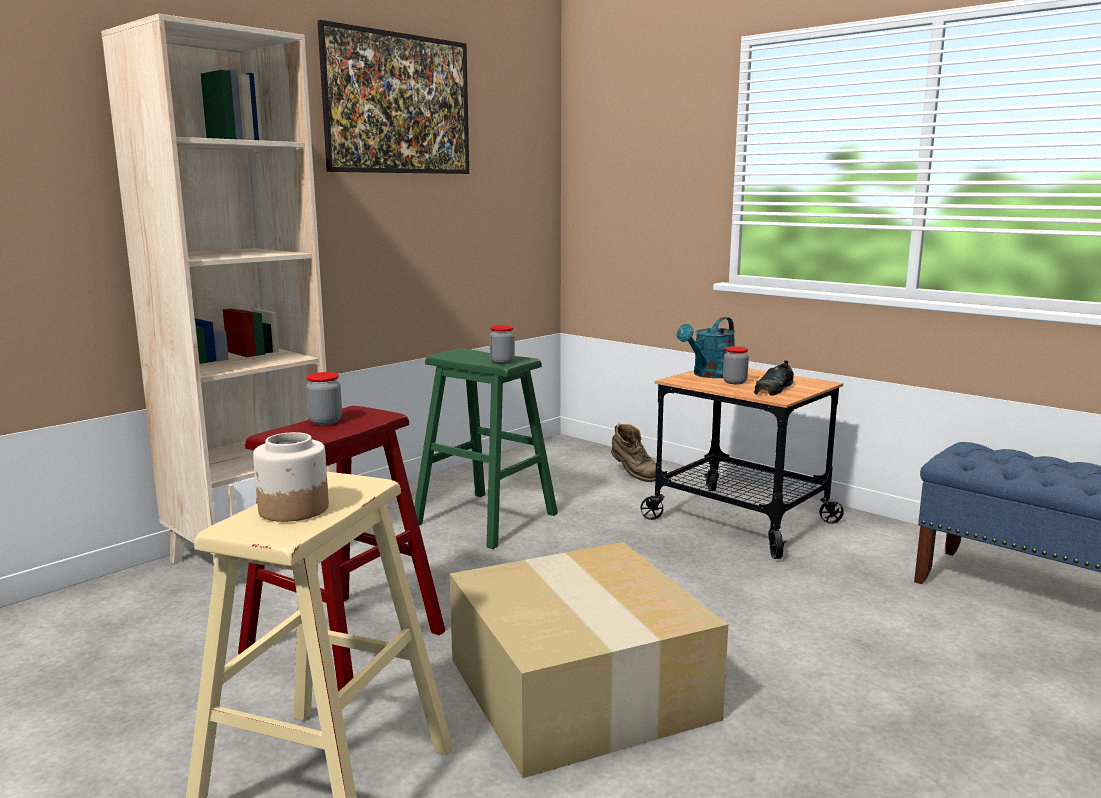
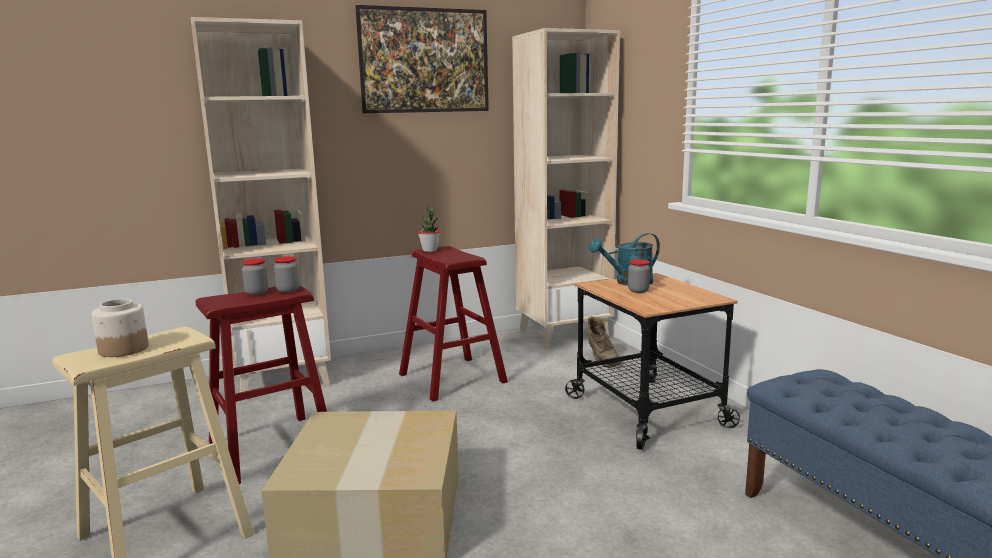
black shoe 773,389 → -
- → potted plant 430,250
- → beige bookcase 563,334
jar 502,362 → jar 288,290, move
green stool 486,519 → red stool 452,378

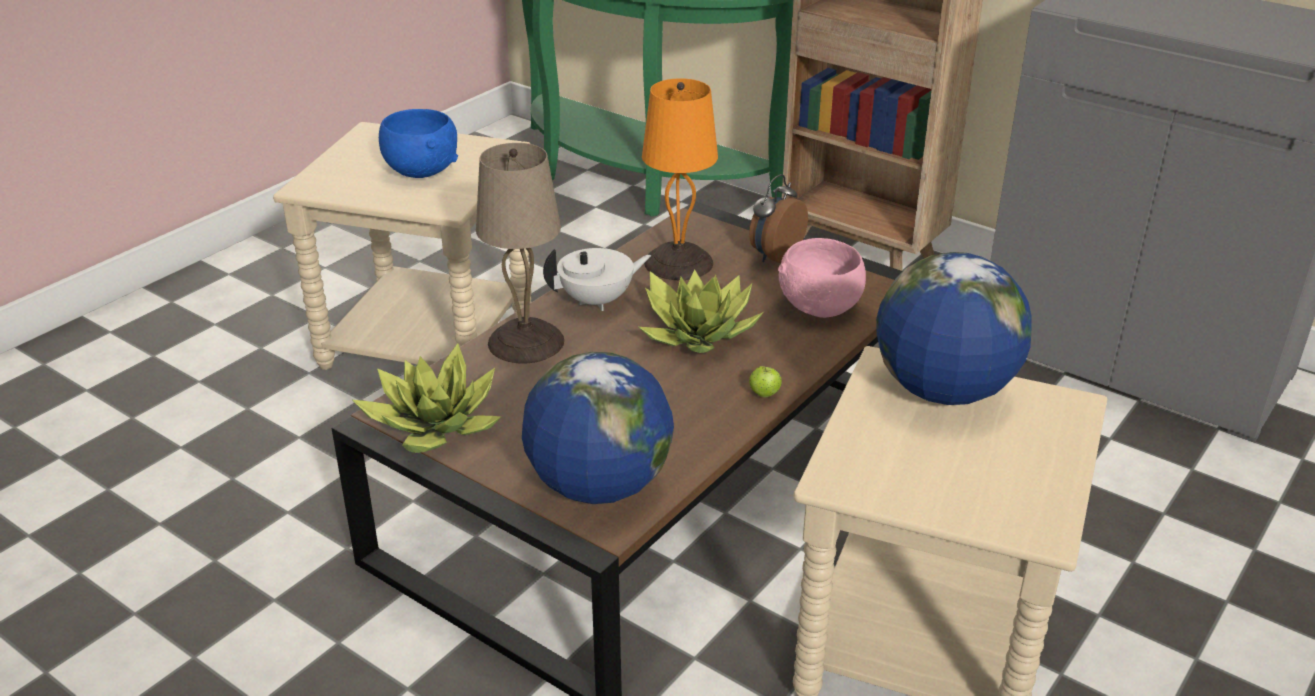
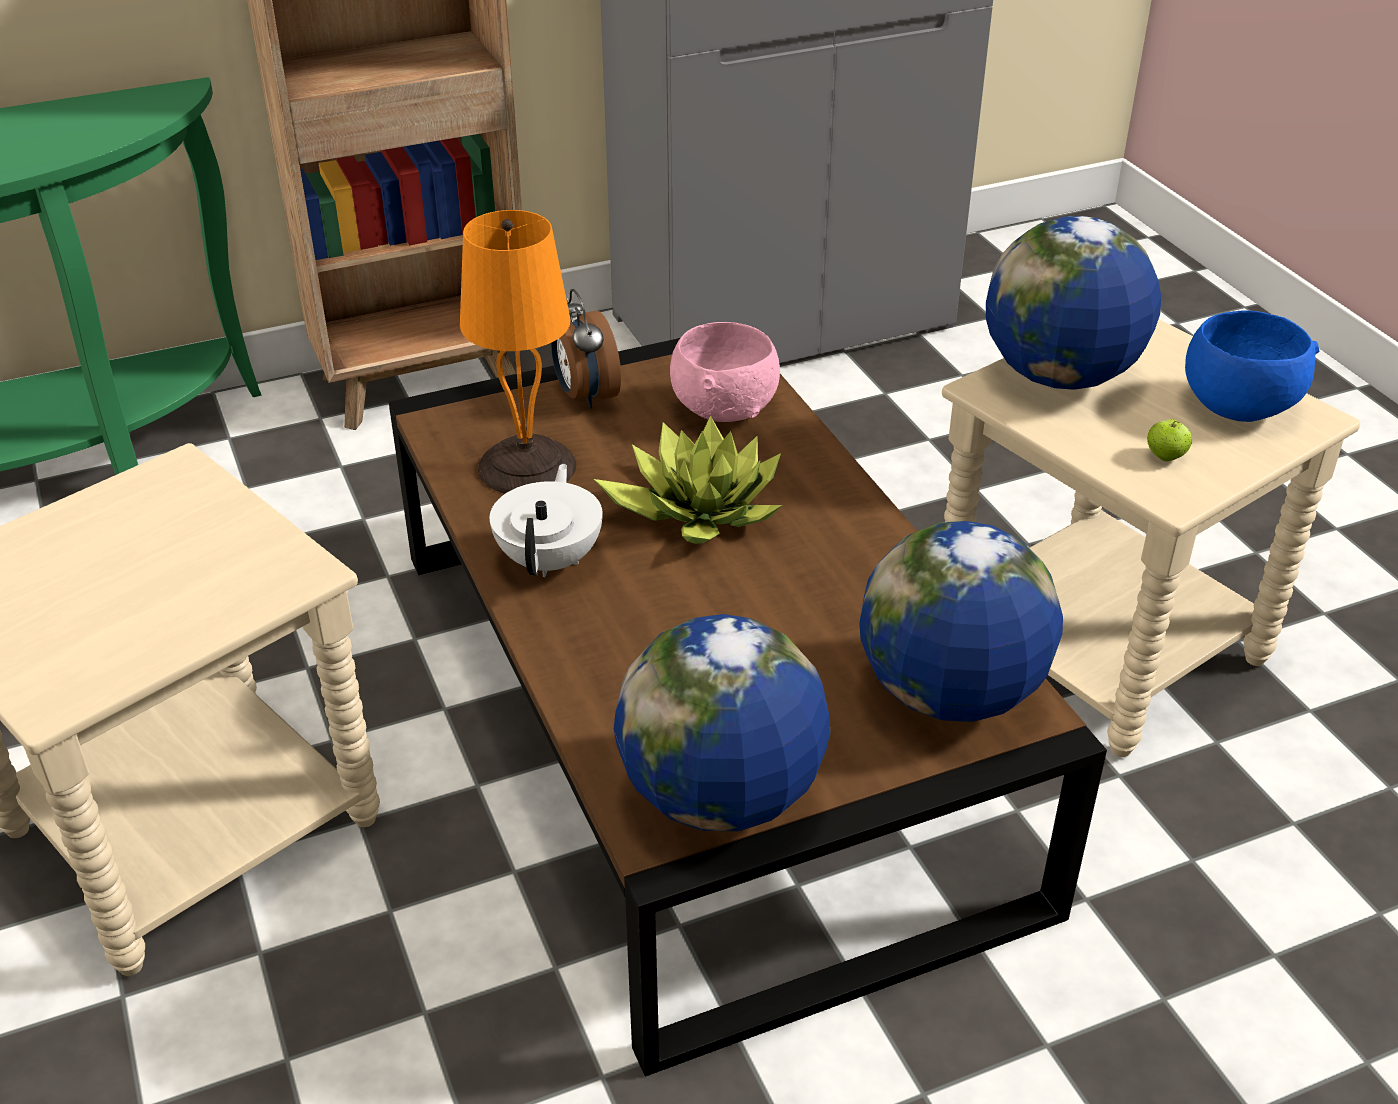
beige table lamp 526,341 → -
blue bowl 421,171 → blue bowl 1235,407, move
apple 764,394 → apple 1165,457, move
potted plant 434,426 → globe 721,797

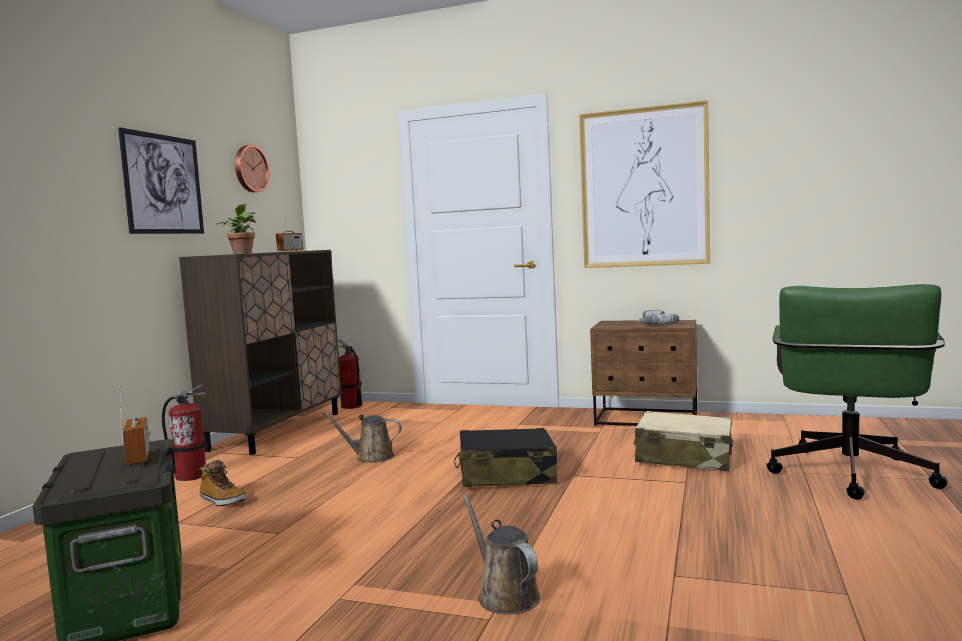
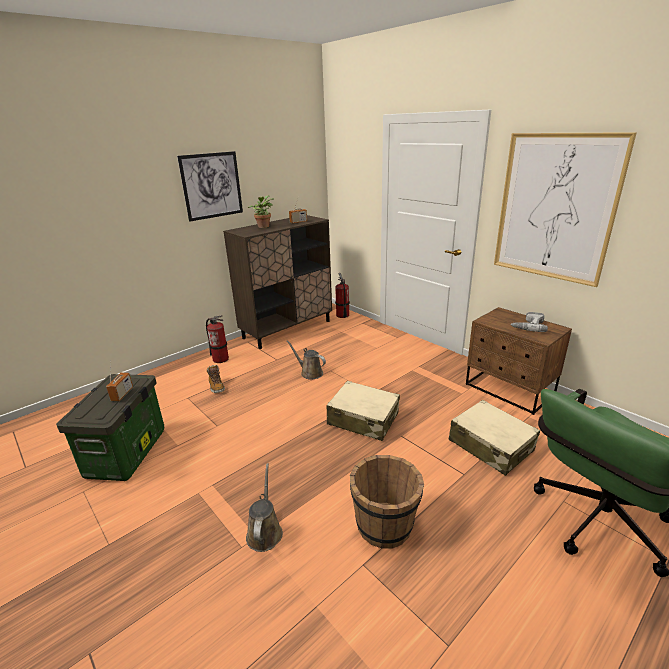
wall clock 250,169 → -
- → brown bucket 385,525
black suitcase 506,475 → beige suitcase 363,419

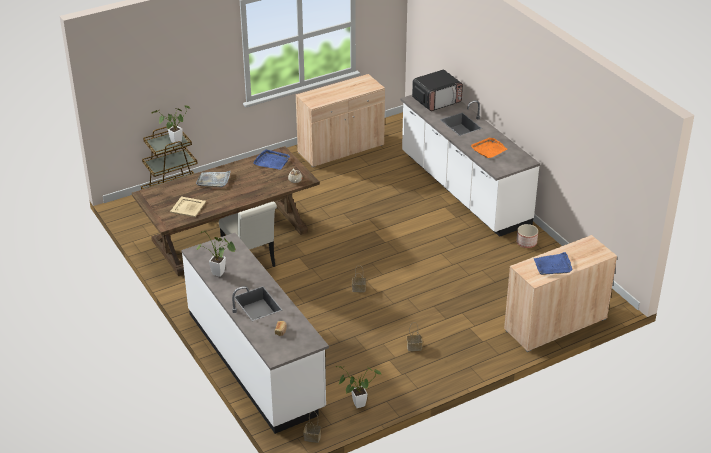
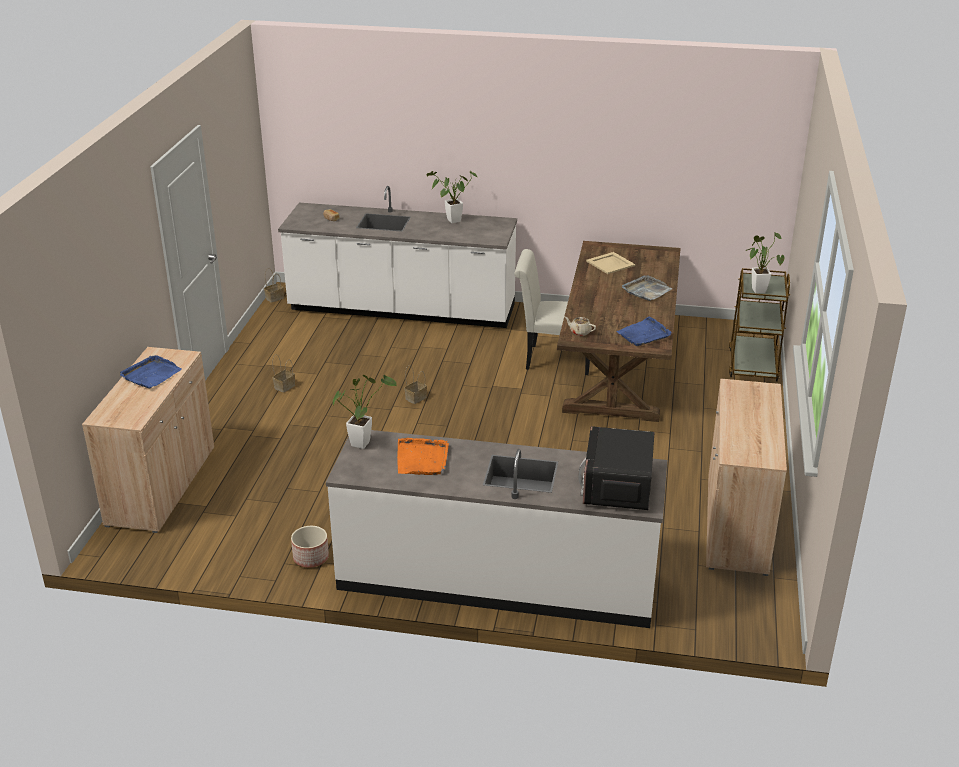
potted plant 356,405 → potted plant 362,442, move

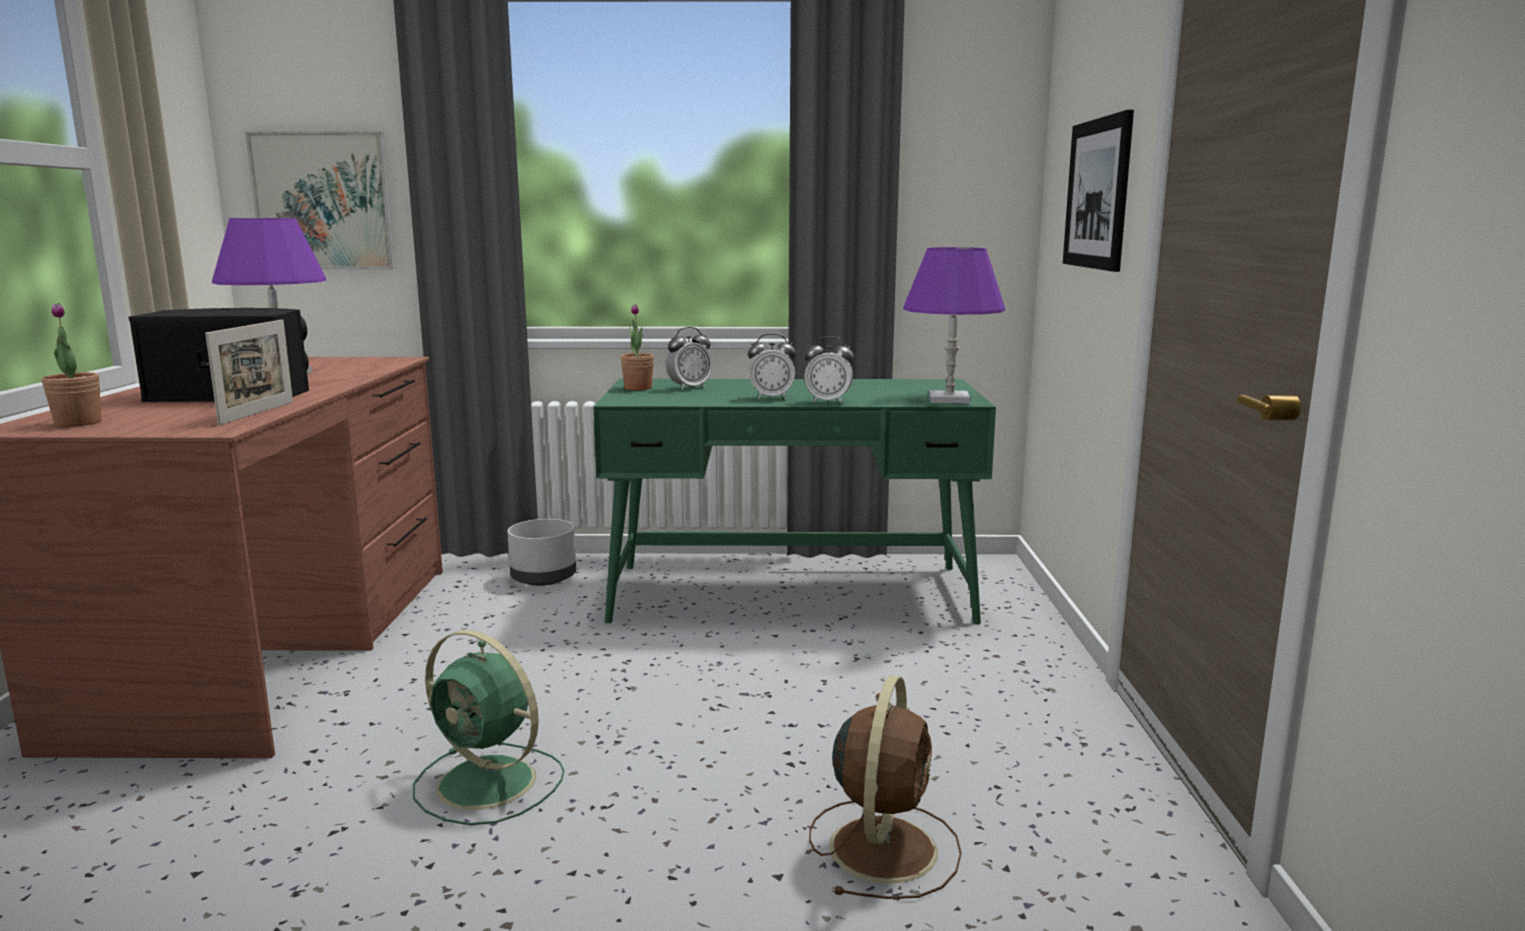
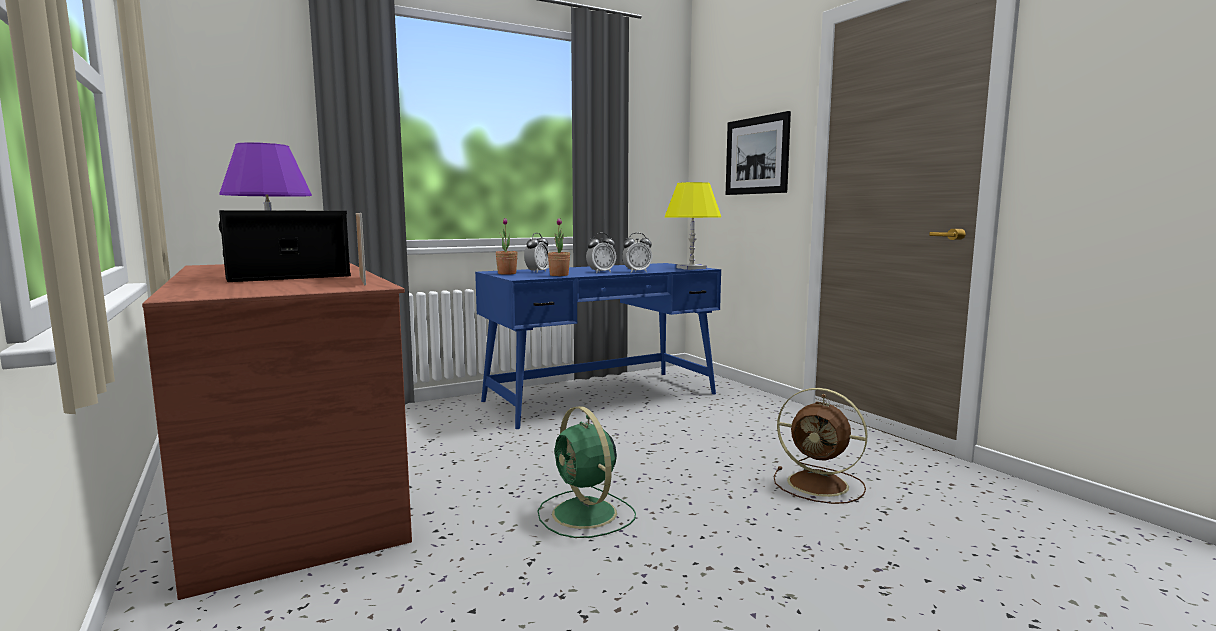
picture 323,201 → -
grey planter 544,578 → -
potted plant 78,423 → potted plant 559,275, move
green desk 791,593 → blue desk 601,397
purple table lamp 949,400 → yellow table lamp 691,268
green fan 490,784 → green fan 586,514, 60 degrees clockwise
brown fan 884,846 → brown fan 820,484, 135 degrees clockwise

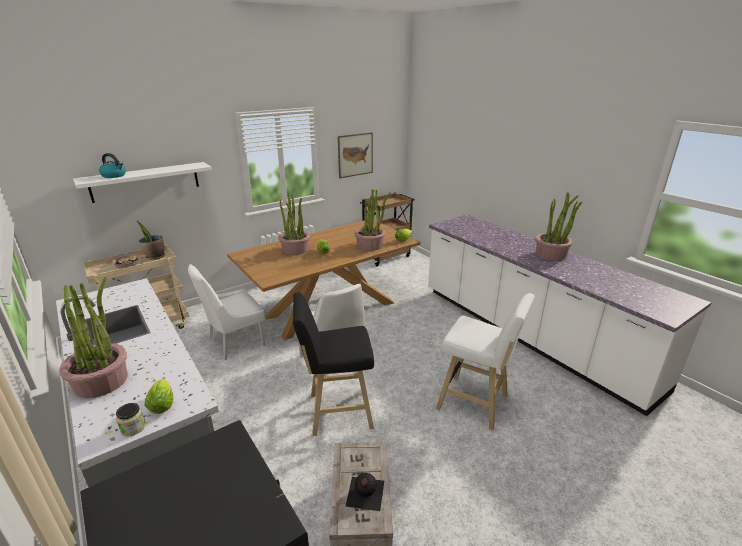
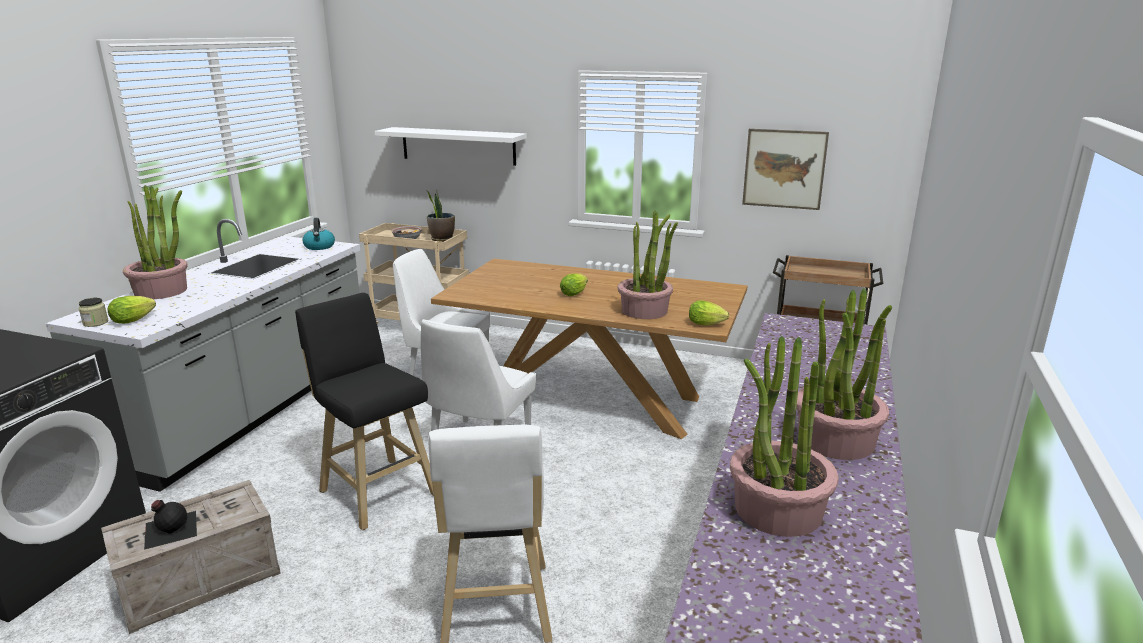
kettle 114,175 → kettle 319,247, move
potted plant 295,249 → potted plant 777,510, move

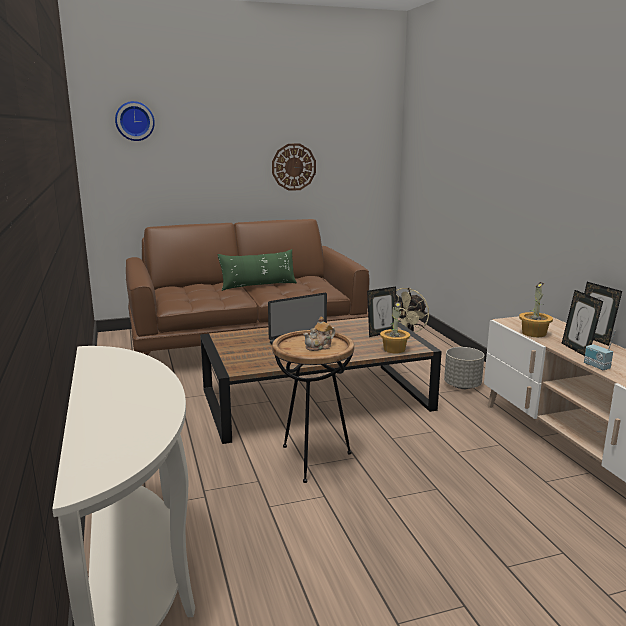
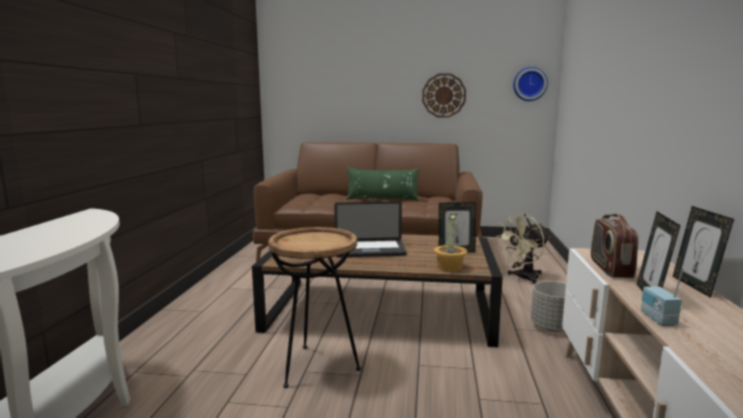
teapot 319,347 → -
wall clock 134,121 → wall clock 529,84, move
potted plant 534,333 → radio 610,268

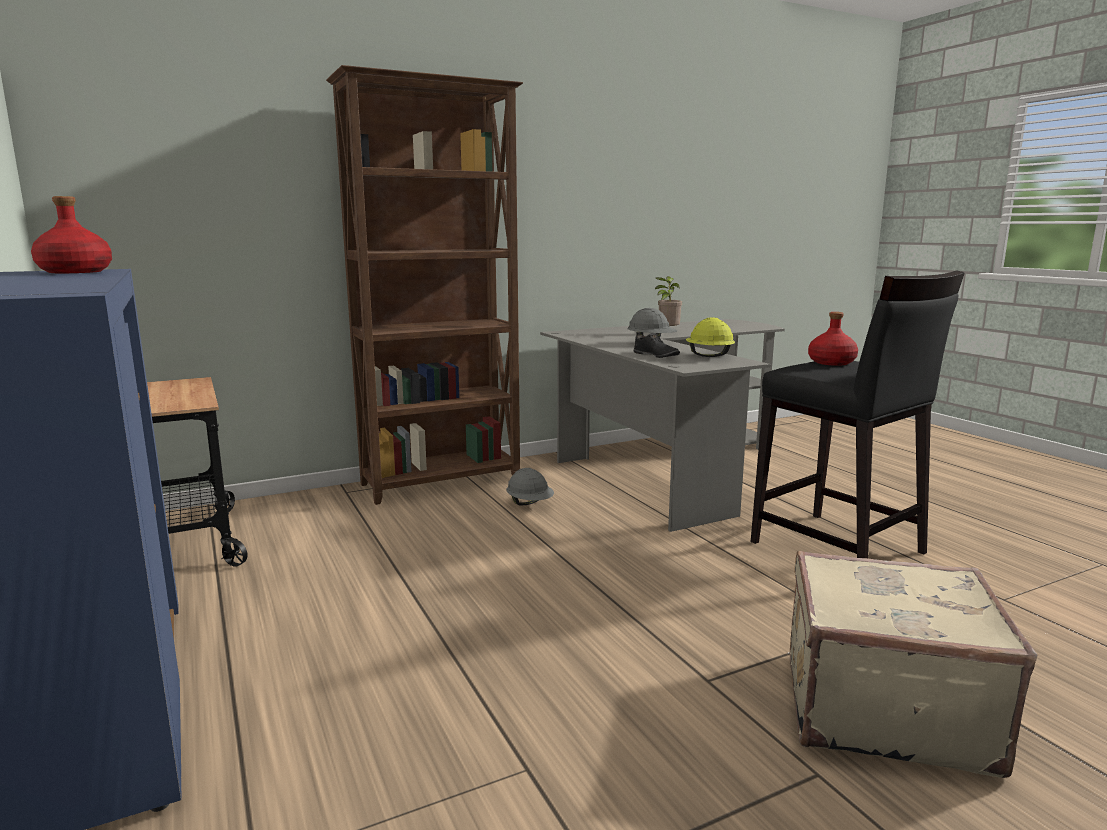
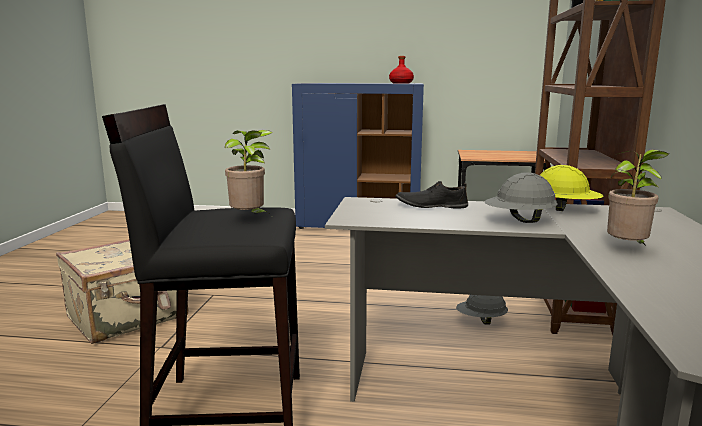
yellow hard hat 708,356 → yellow hard hat 564,210, move
red bottle 831,362 → potted plant 250,219

